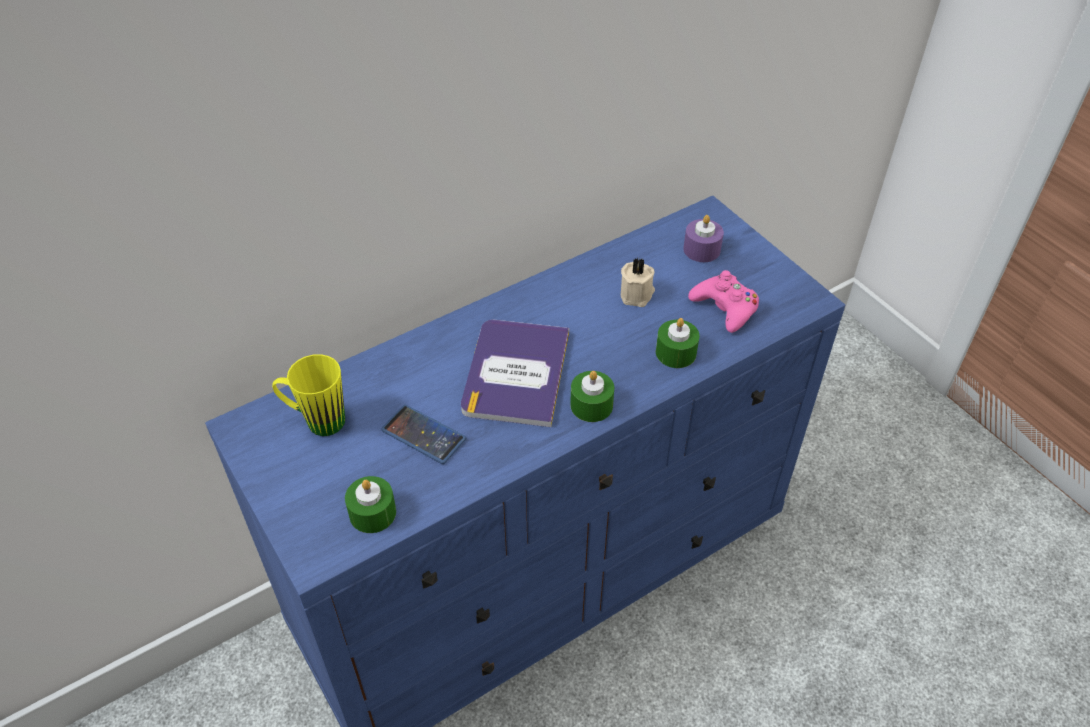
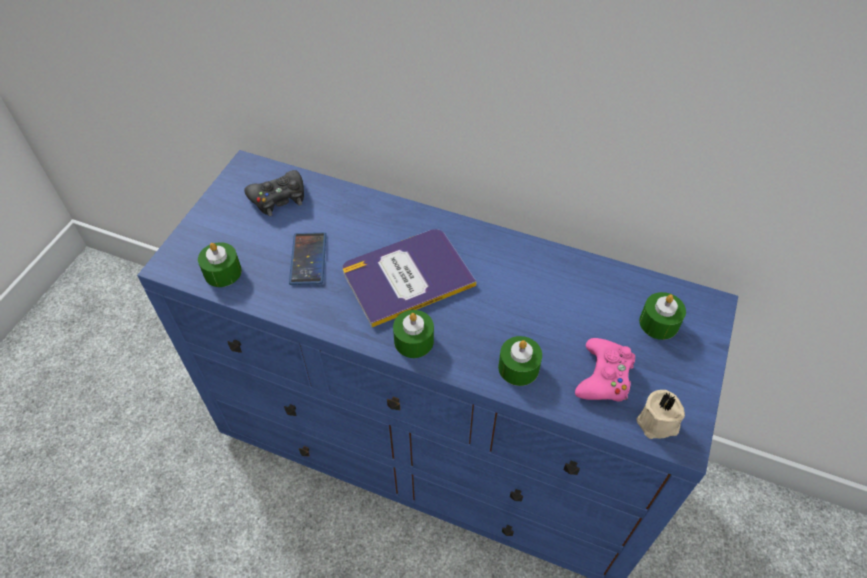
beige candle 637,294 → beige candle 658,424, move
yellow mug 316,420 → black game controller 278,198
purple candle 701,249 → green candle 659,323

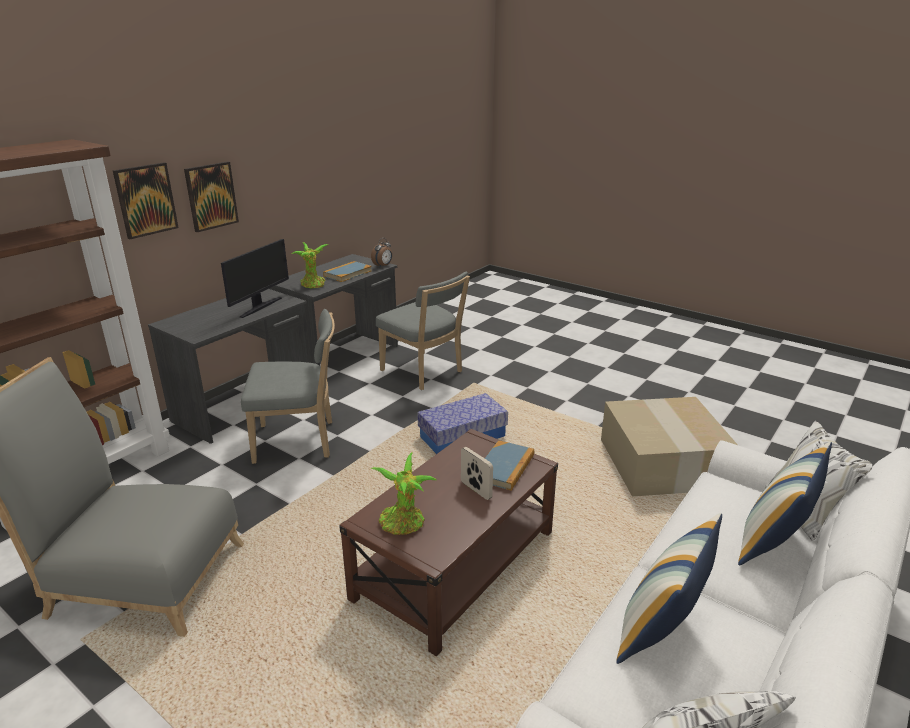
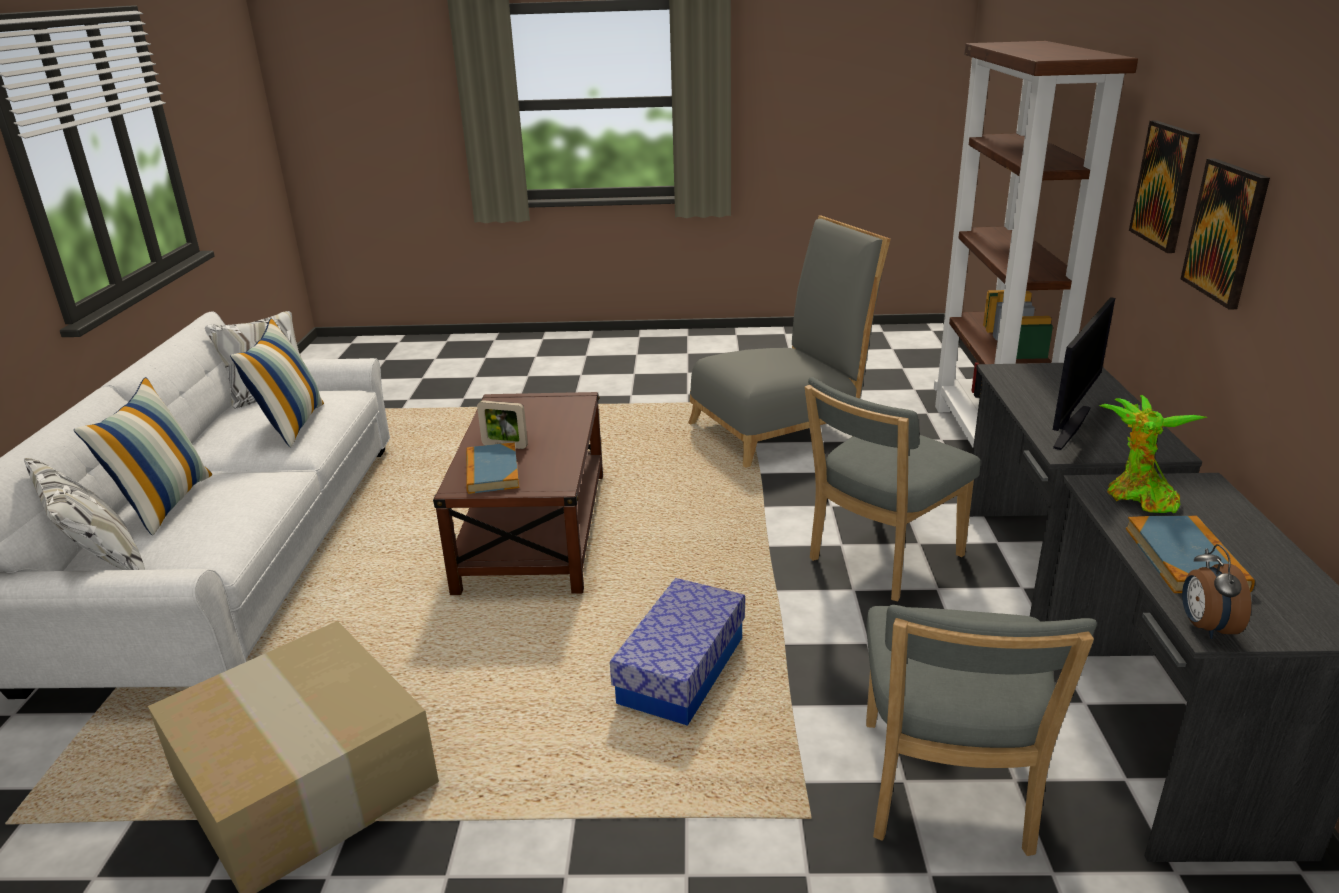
potted plant 404,524 → -
monitor 260,307 → monitor 1068,427, 135 degrees counterclockwise
grey chair 424,372 → grey chair 945,793, 90 degrees counterclockwise

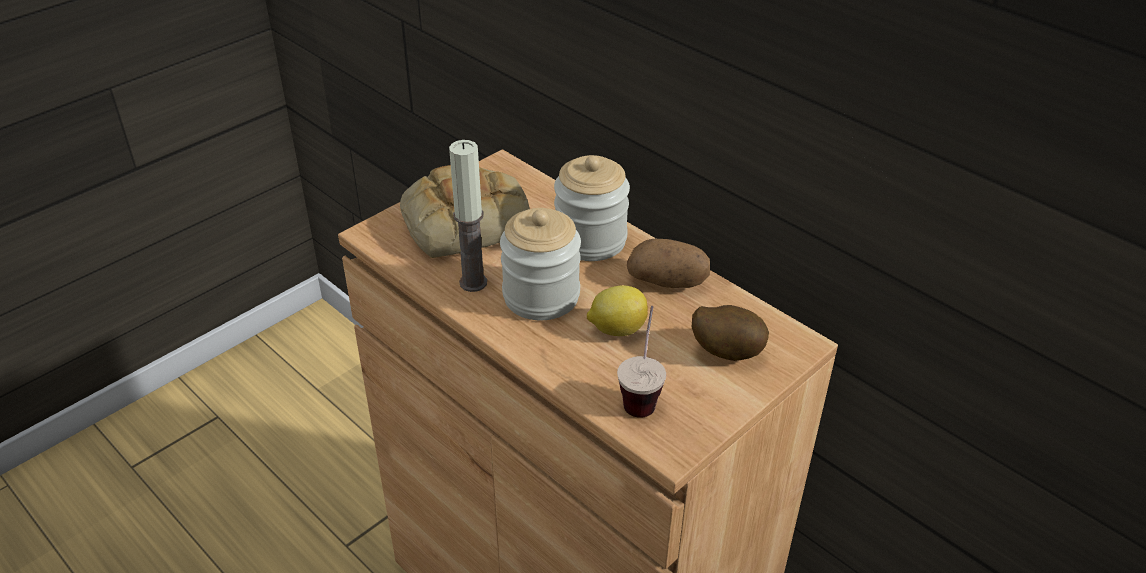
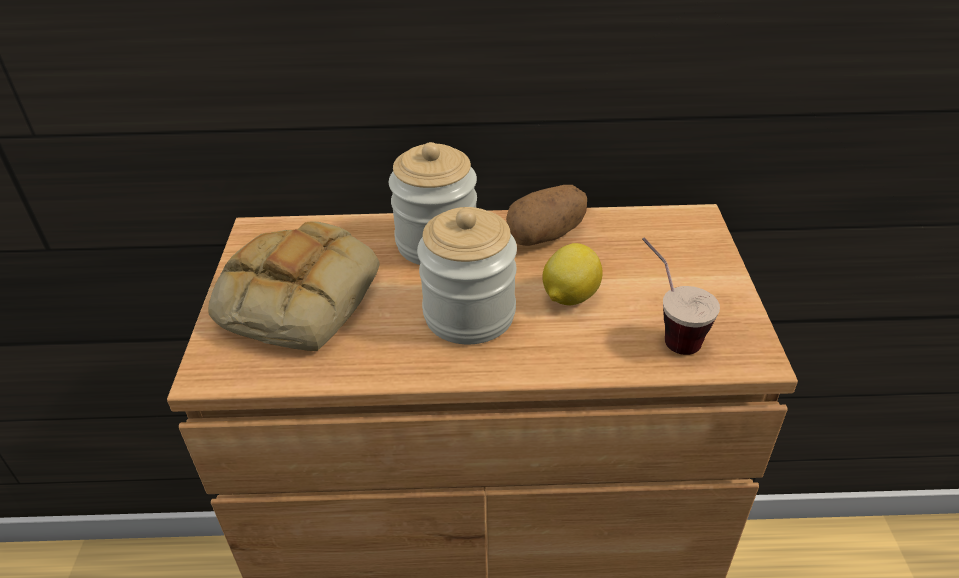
candle 473,282 → -
potato 726,351 → -

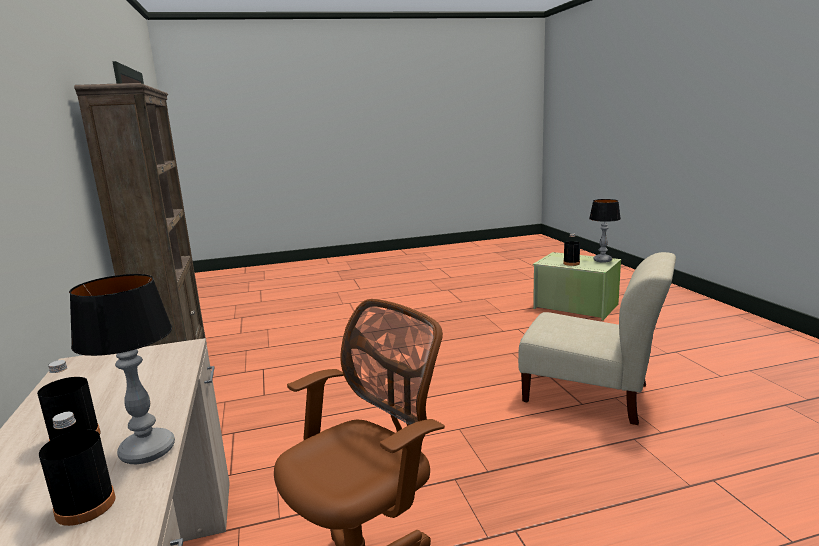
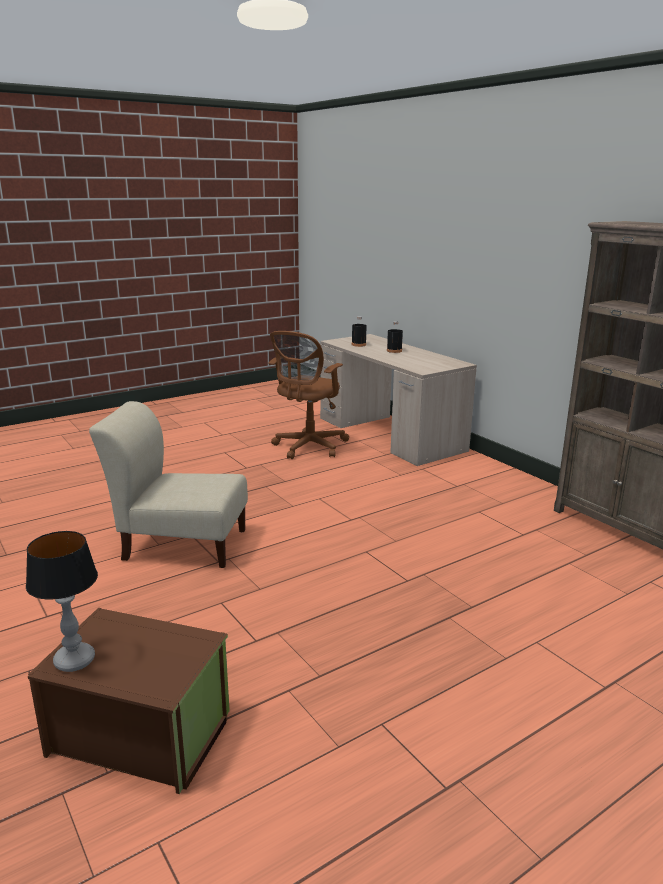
table lamp 148,450 → -
black bottle 571,263 → -
green storage box 575,306 → brown storage box 140,735

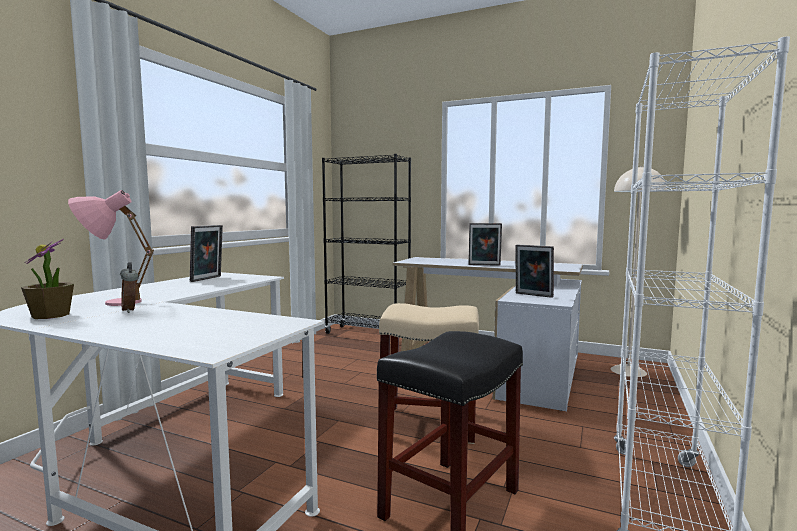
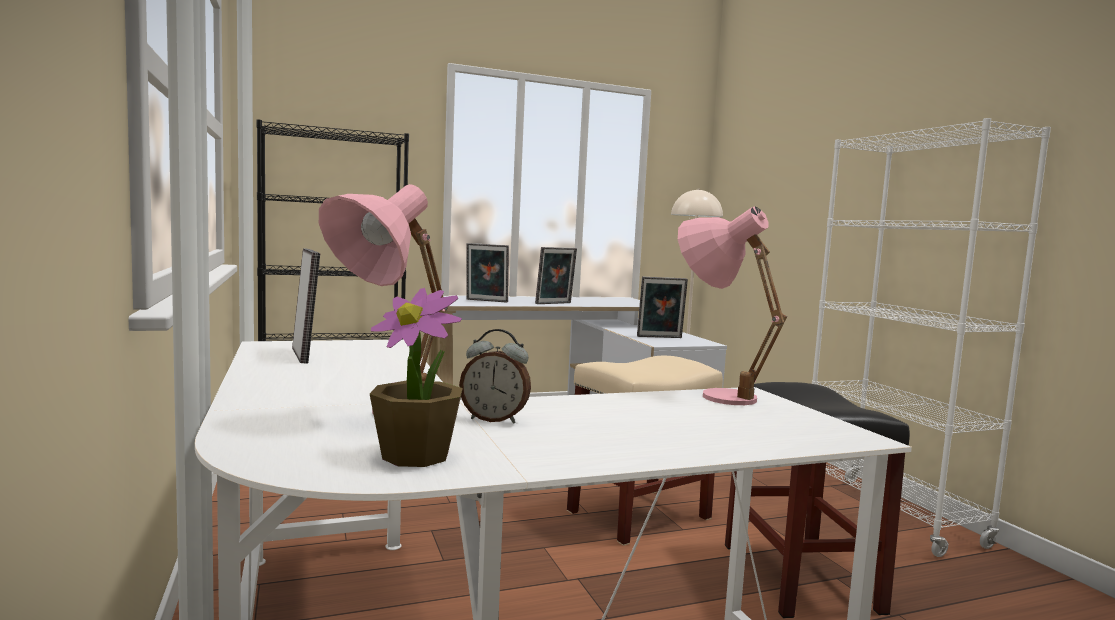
- → picture frame 486,301
- → pink table lamp 714,393

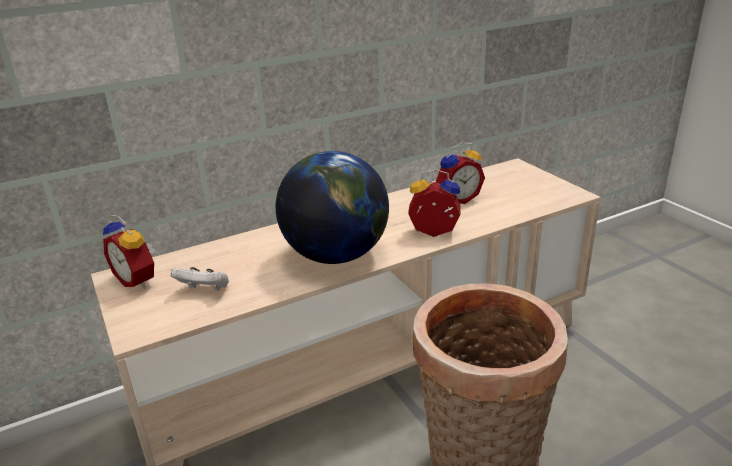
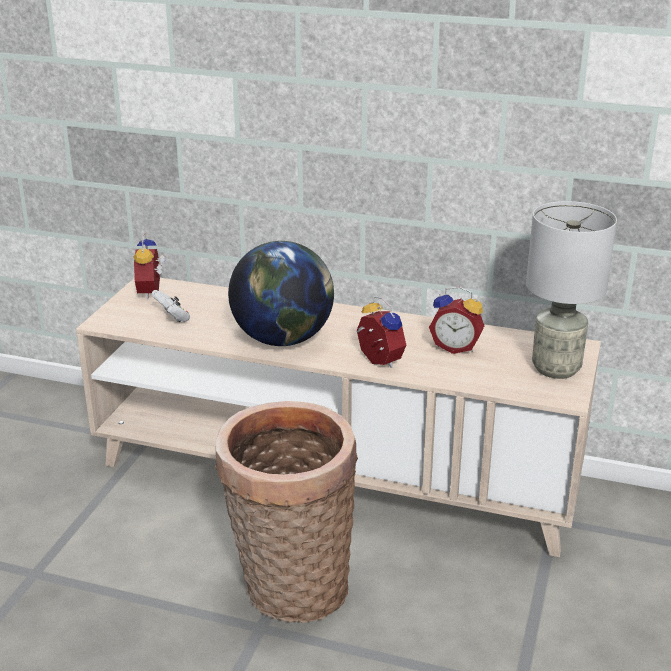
- → grey table lamp 555,368

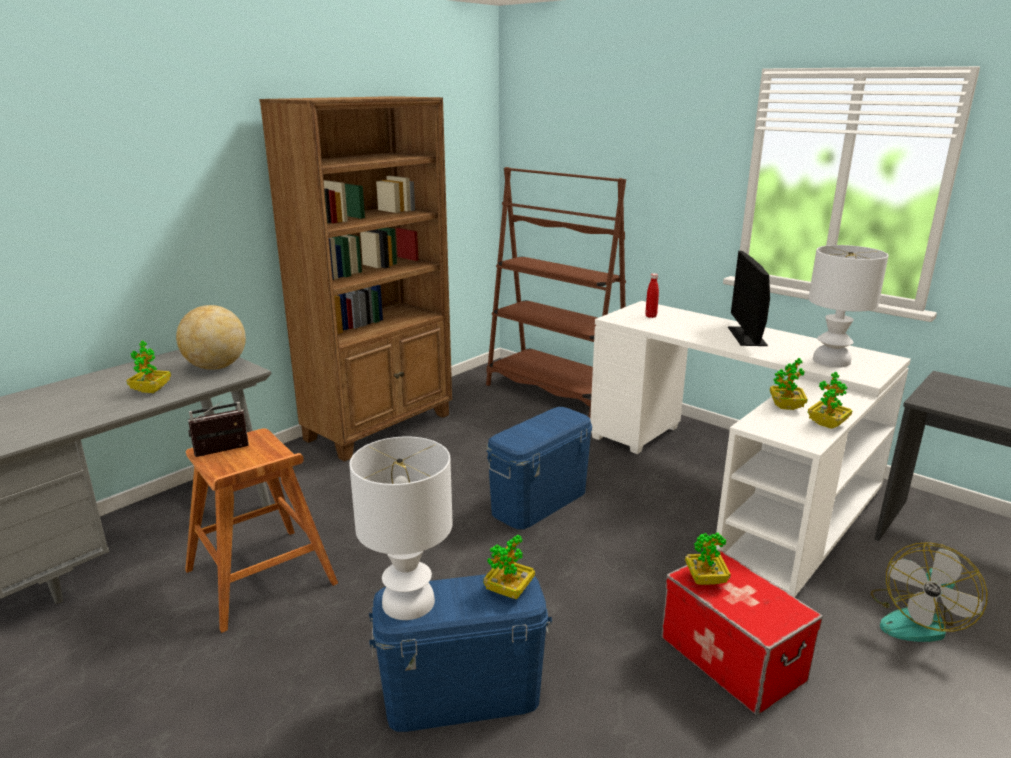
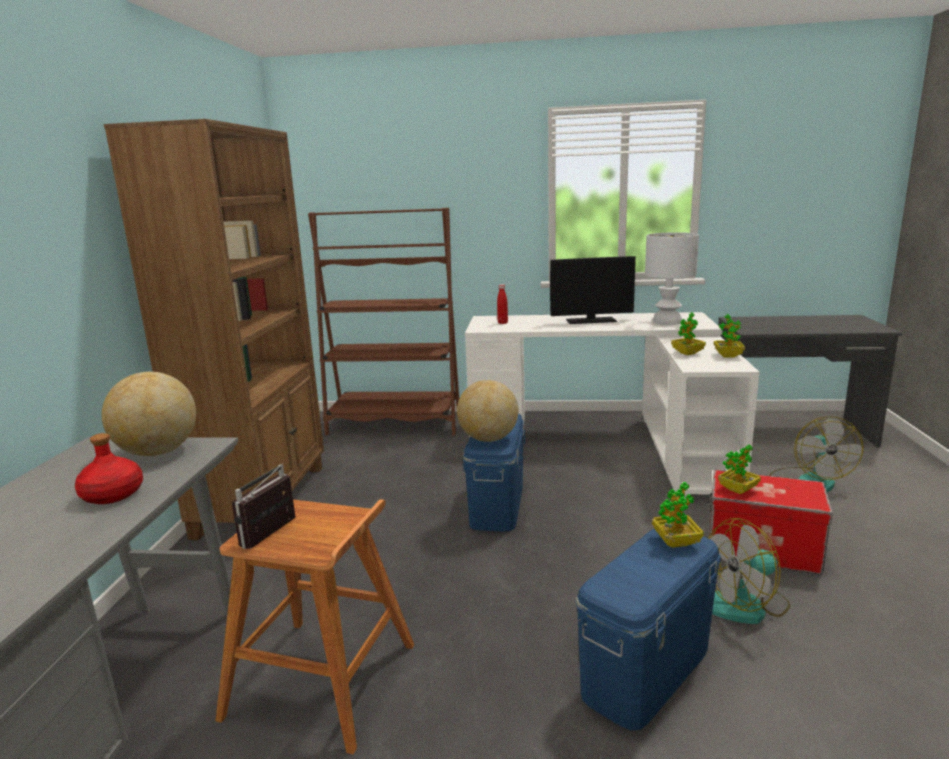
white table lamp 409,601 → -
- → globe 488,439
- → fan 745,605
potted plant 151,390 → red bottle 112,495
monitor 747,336 → monitor 591,320, 60 degrees counterclockwise

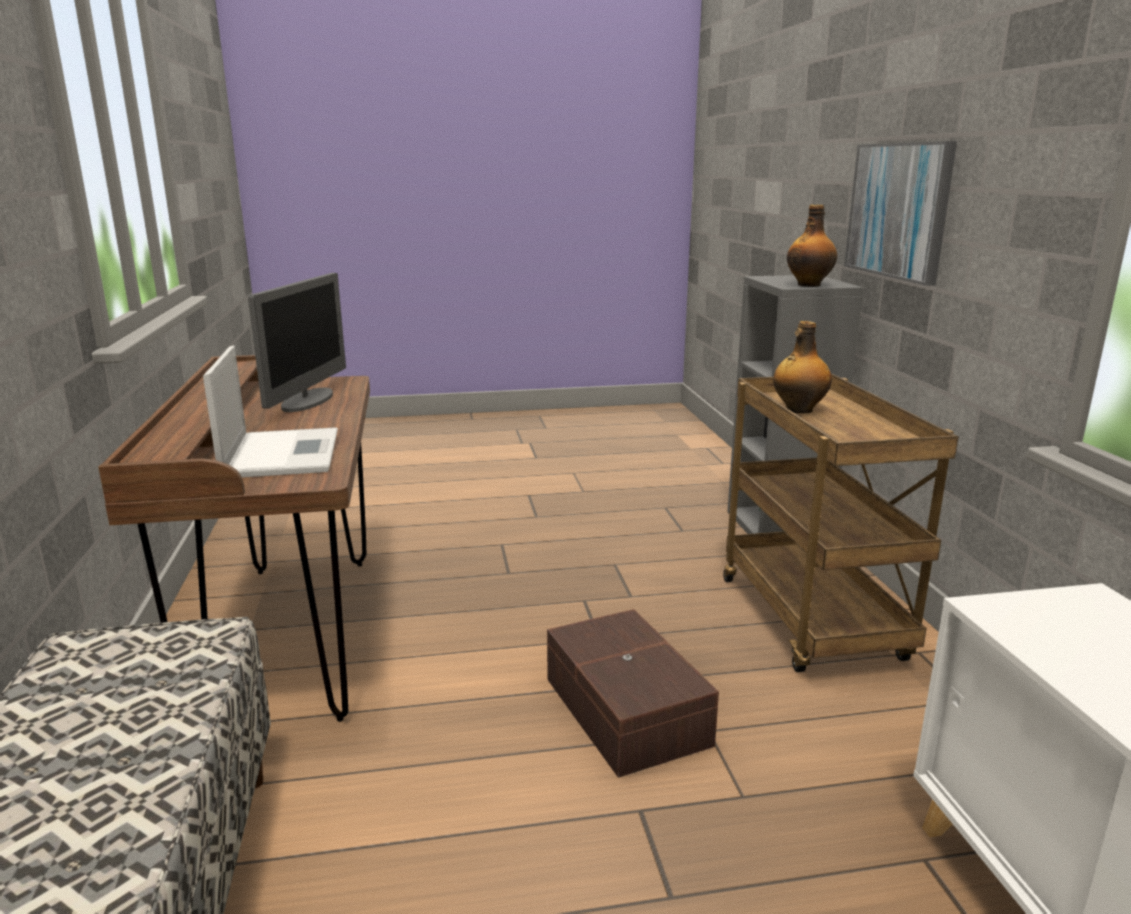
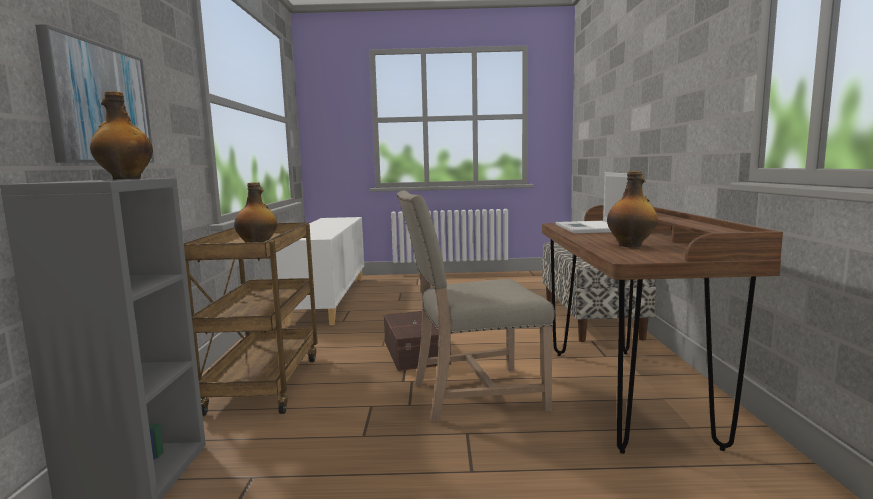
- → beige chair 473,394
monitor 308,400 → bottle 631,245

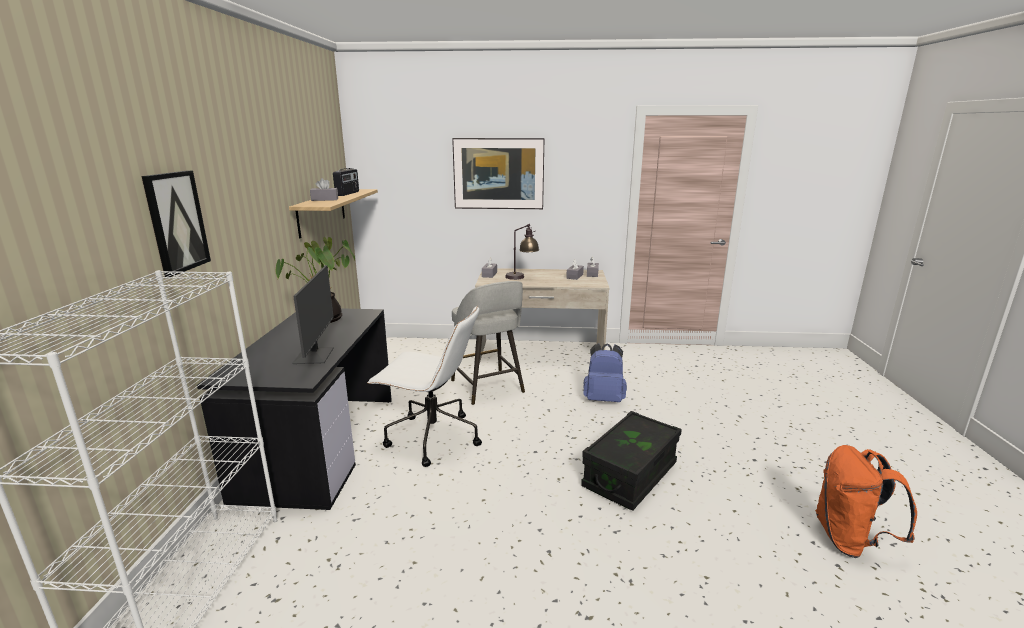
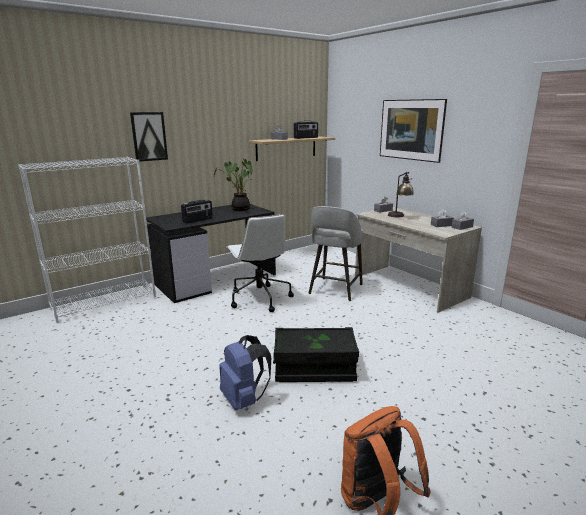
blue backpack 603,399 → blue backpack 244,399, move
monitor 315,355 → radio 198,220

